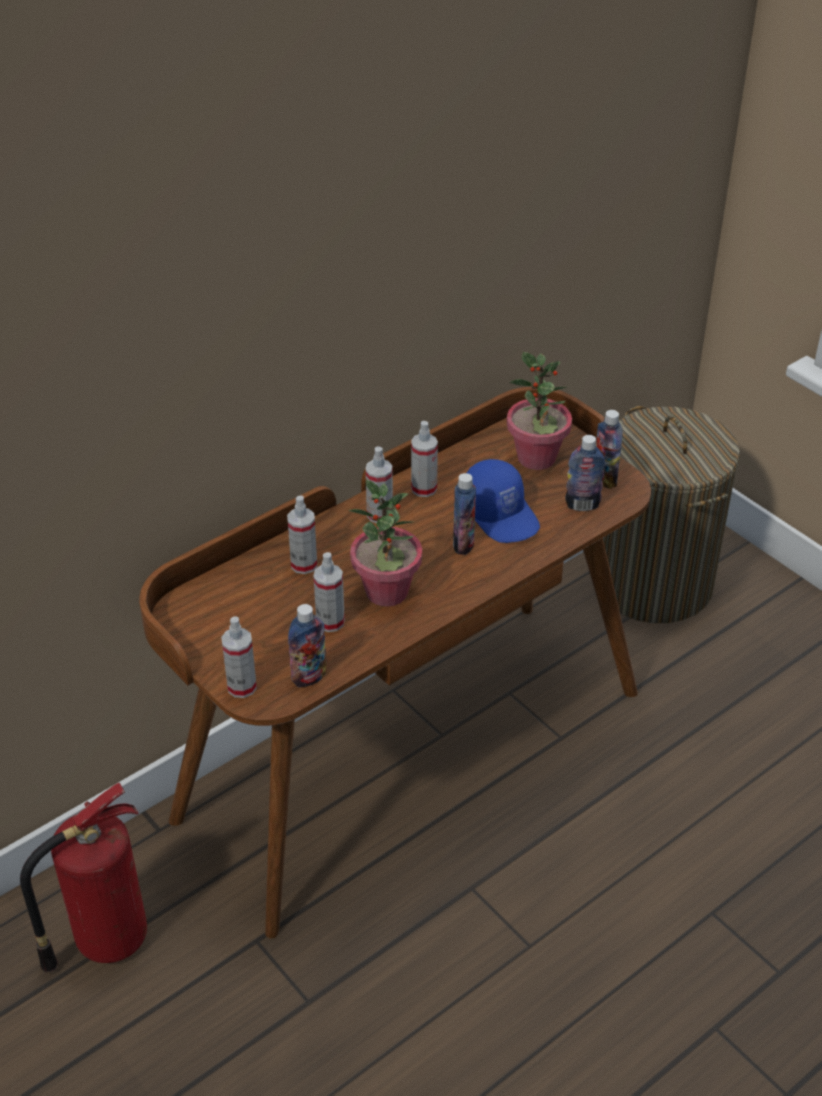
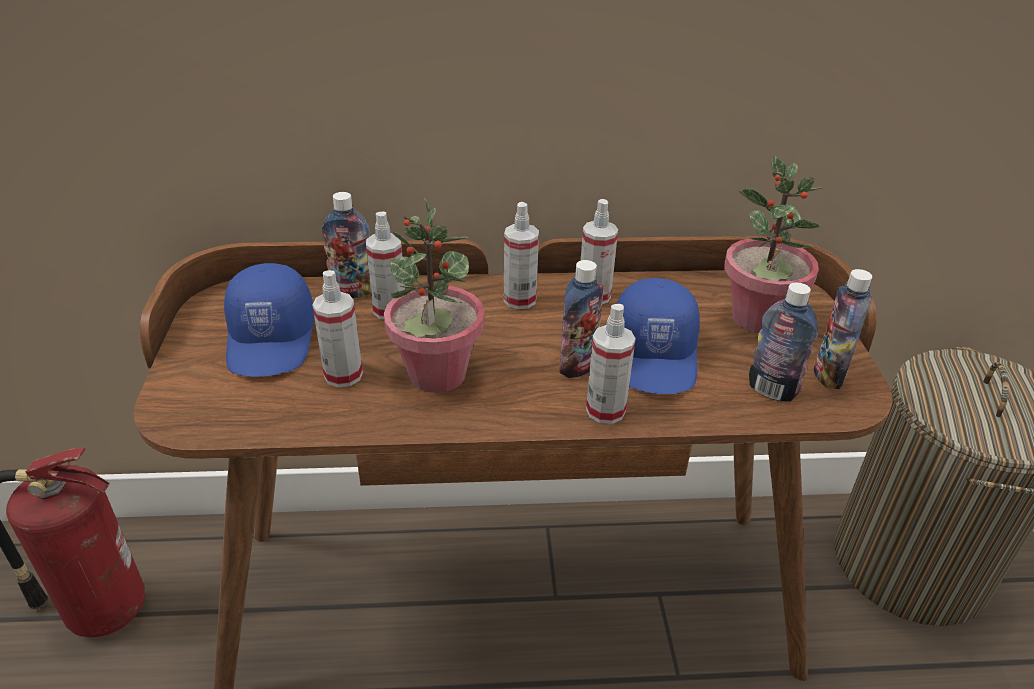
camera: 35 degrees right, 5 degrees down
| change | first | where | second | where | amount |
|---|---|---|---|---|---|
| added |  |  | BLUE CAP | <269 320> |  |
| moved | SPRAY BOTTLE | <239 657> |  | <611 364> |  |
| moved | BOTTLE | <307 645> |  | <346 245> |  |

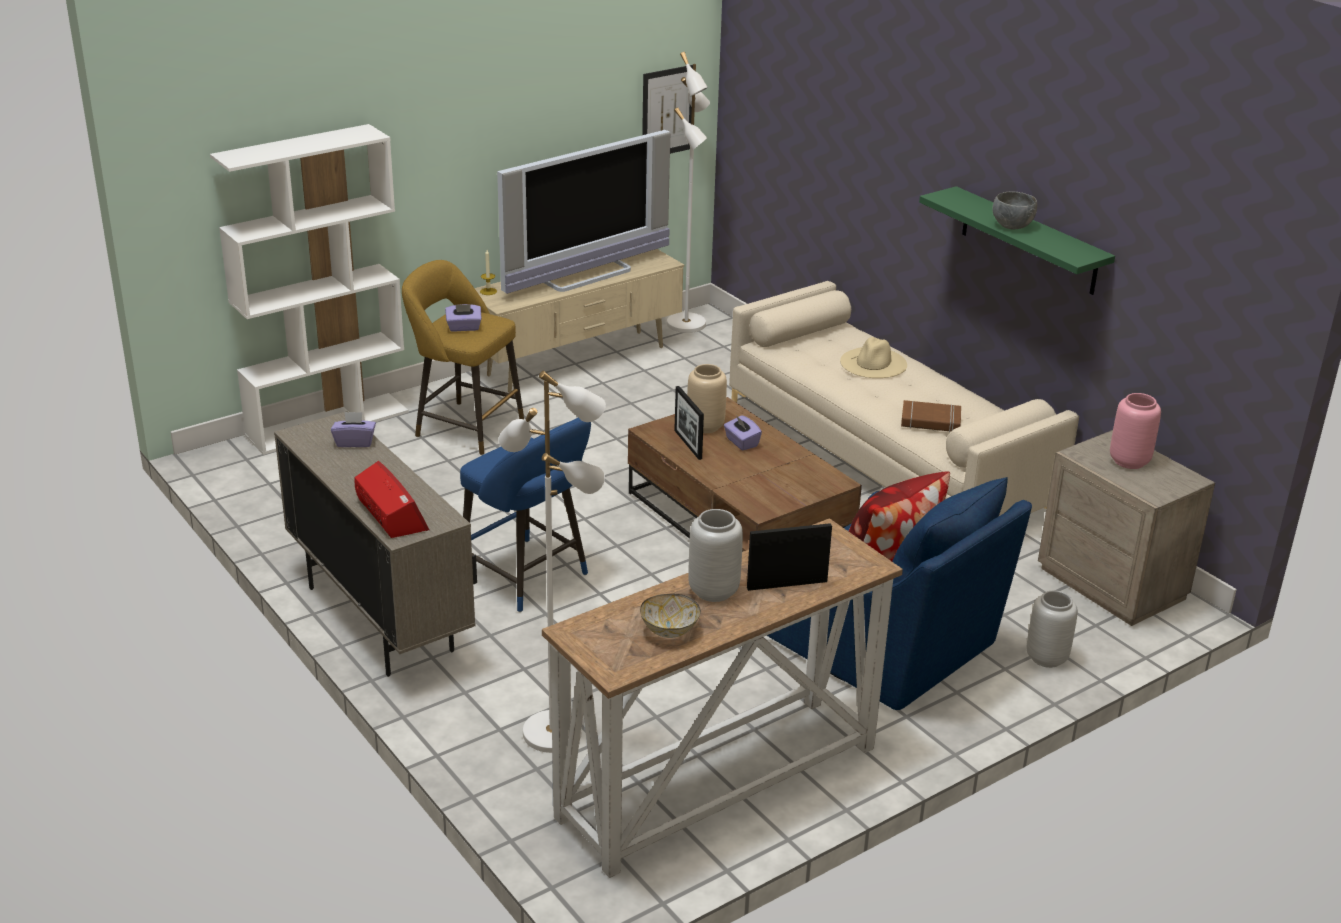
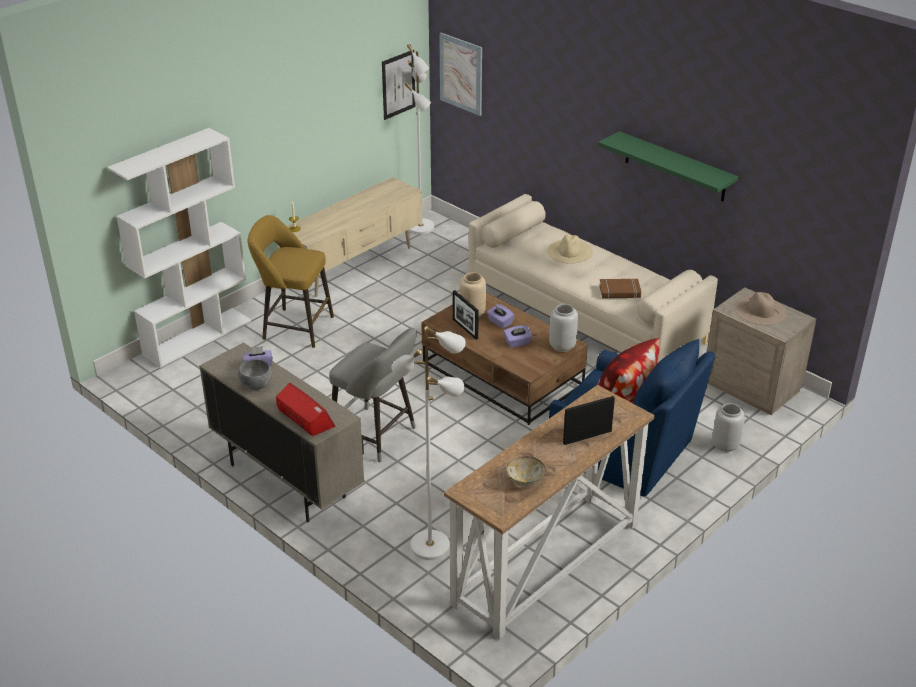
camera: 10 degrees left, 5 degrees up
| change | first | where | second | where | amount |
|---|---|---|---|---|---|
| removed | TELEVISION | <583 212> |  |  |  |
| added |  |  | PICTURE | <460 74> |  |
| moved | PURPLE TISSUE BOX | <463 317> |  | <518 336> |  |
| moved | GREY VASE | <715 555> |  | <563 328> |  |
| moved | GREY BOWL | <1014 210> |  | <255 374> |  |
| replaced | PINK VASE | <1135 431> | BEIGE HAT | <761 308> |  |
| recoloured | BLUE STOOL | <525 515> | GREY STOOL | <373 395> |  |

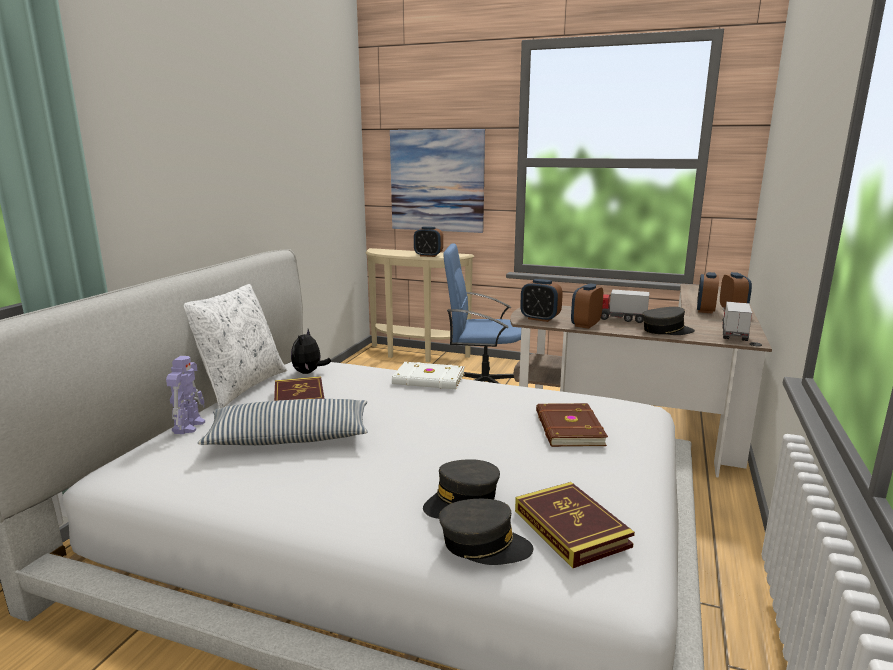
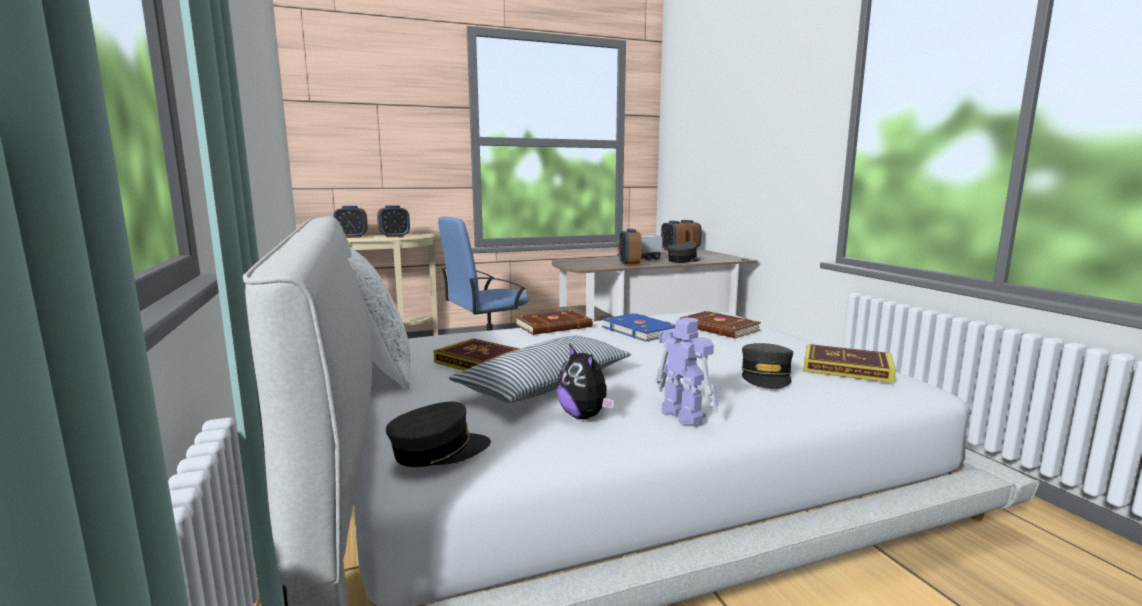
camera: 40 degrees left, 5 degrees down
| change | first | where | second | where | amount |
|---|---|---|---|---|---|
| removed | PICTURE | <437 181> |  |  |  |
| removed | TOY TRUCK | <737 321> |  |  |  |
| added |  |  | BLUE BOOK | <638 327> |  |
| moved | TOY ROBOT | <185 395> |  | <687 371> |  |
| moved | PLUSH TOY | <311 351> |  | <585 381> |  |
| moved | GREY CAP | <486 532> |  | <438 434> |  |
| moved | ALARM CLOCK | <541 300> |  | <350 222> |  |
| recoloured | WHITE BOOK | <428 375> | BROWN BOOK | <554 322> |  |

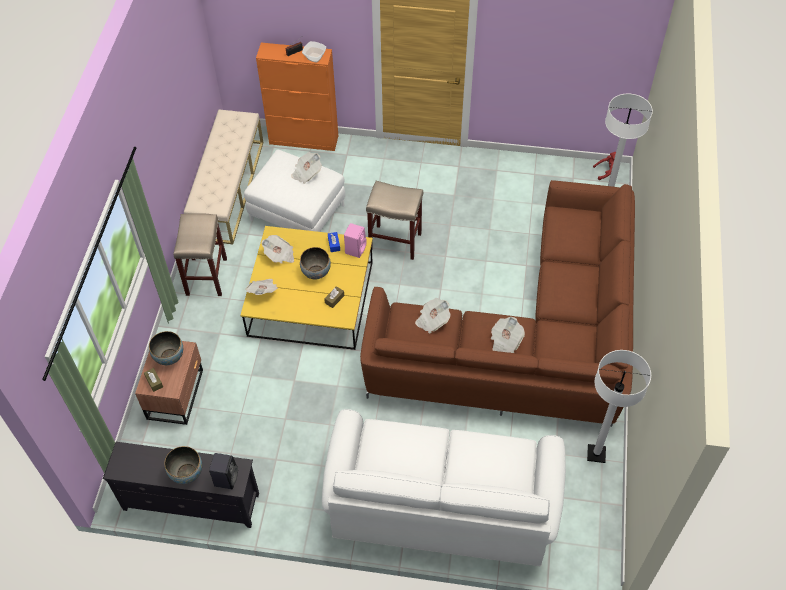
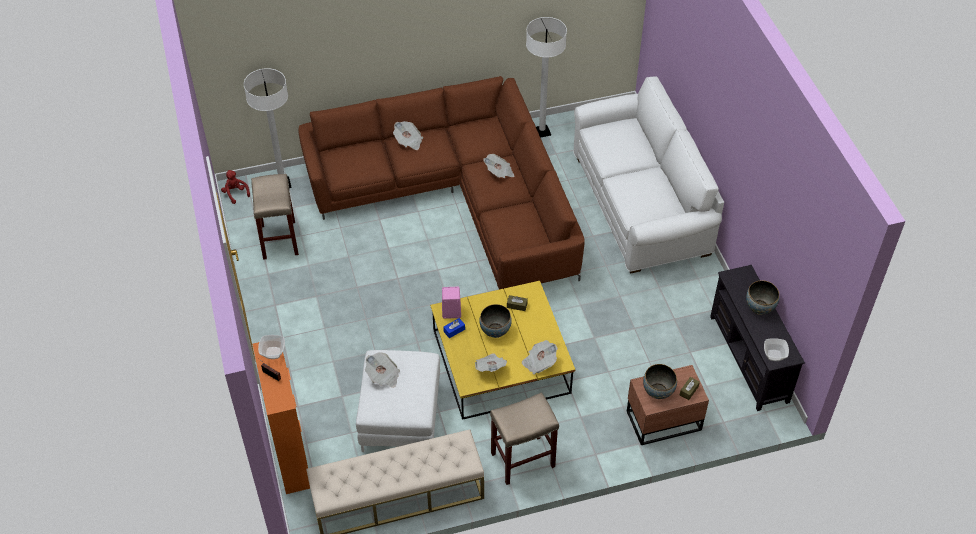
camera: 115 degrees left, 5 degrees down
| change | first | where | second | where | amount |
|---|---|---|---|---|---|
| removed | BLACK SPEAKER | <223 471> |  |  |  |
| added |  |  | BOWL | <776 349> |  |
| moved | BEIGE STOOL | <394 220> |  | <275 217> |  |
| moved | NEWSPAPER | <432 315> |  | <408 135> |  |

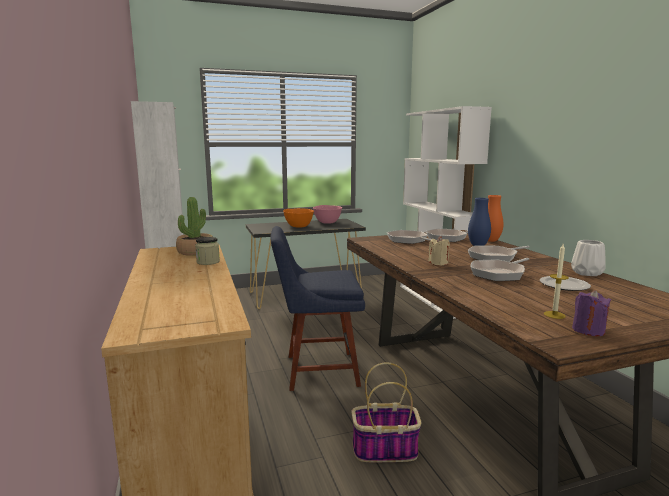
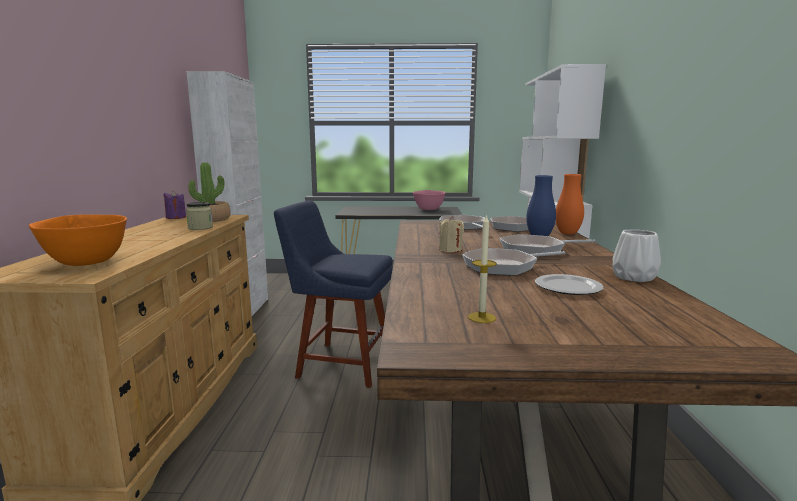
camera: 20 degrees right, 0 degrees up
| change | first | where | second | where | amount |
|---|---|---|---|---|---|
| removed | BASKET | <386 412> |  |  |  |
| moved | ORANGE BOWL | <298 218> |  | <78 240> |  |
| moved | PURPLE CANDLE | <591 313> |  | <174 204> |  |

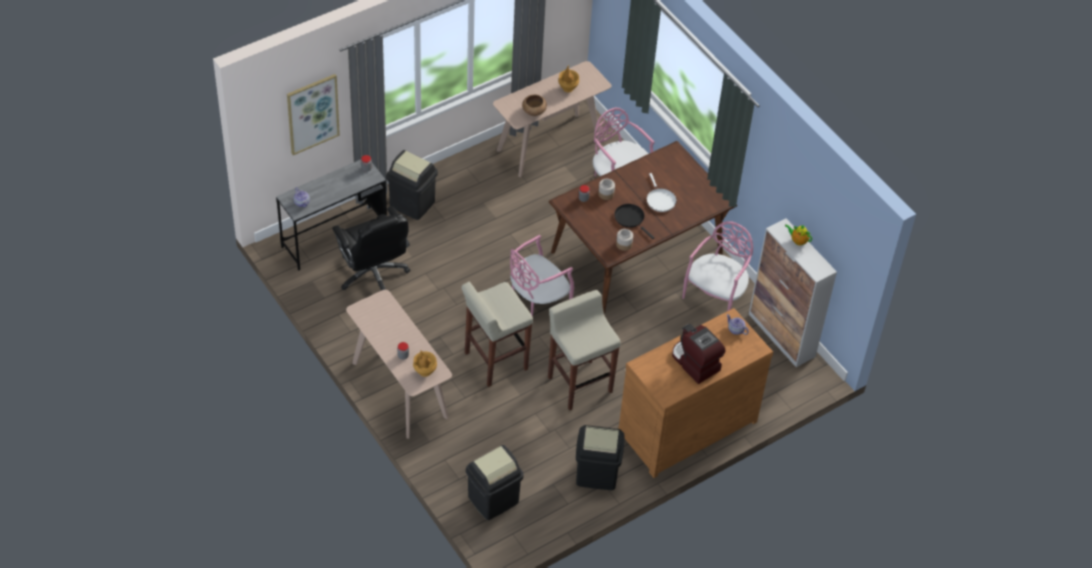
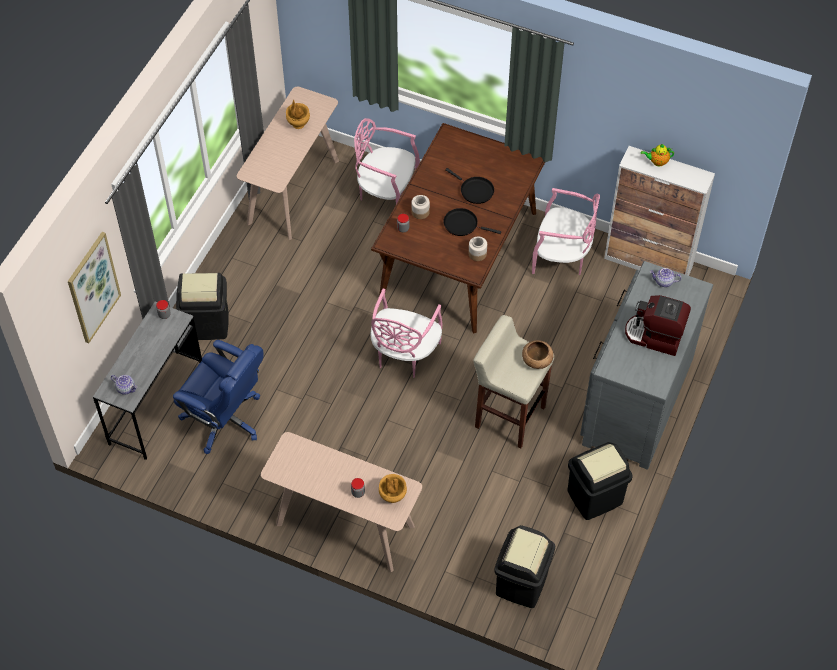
camera: 30 degrees left, 5 degrees up
| change | first | where | second | where | amount |
|---|---|---|---|---|---|
| removed | BEIGE STOOL | <497 334> |  |  |  |
| moved | BROWN BOWL | <534 105> |  | <538 354> |  |
| recoloured | BLACK OFFICE CHAIR | <371 248> | BLUE OFFICE CHAIR | <218 397> |  |
| recoloured | BROWN DRESSER | <696 393> | GREY DRESSER | <646 365> |  |
| recoloured | WHITE FRYING PAN | <661 192> | BLACK FRYING PAN | <469 186> |  |
| turned | PINK CHAIR | <717 266> |  | <566 231> | 105 degrees clockwise |

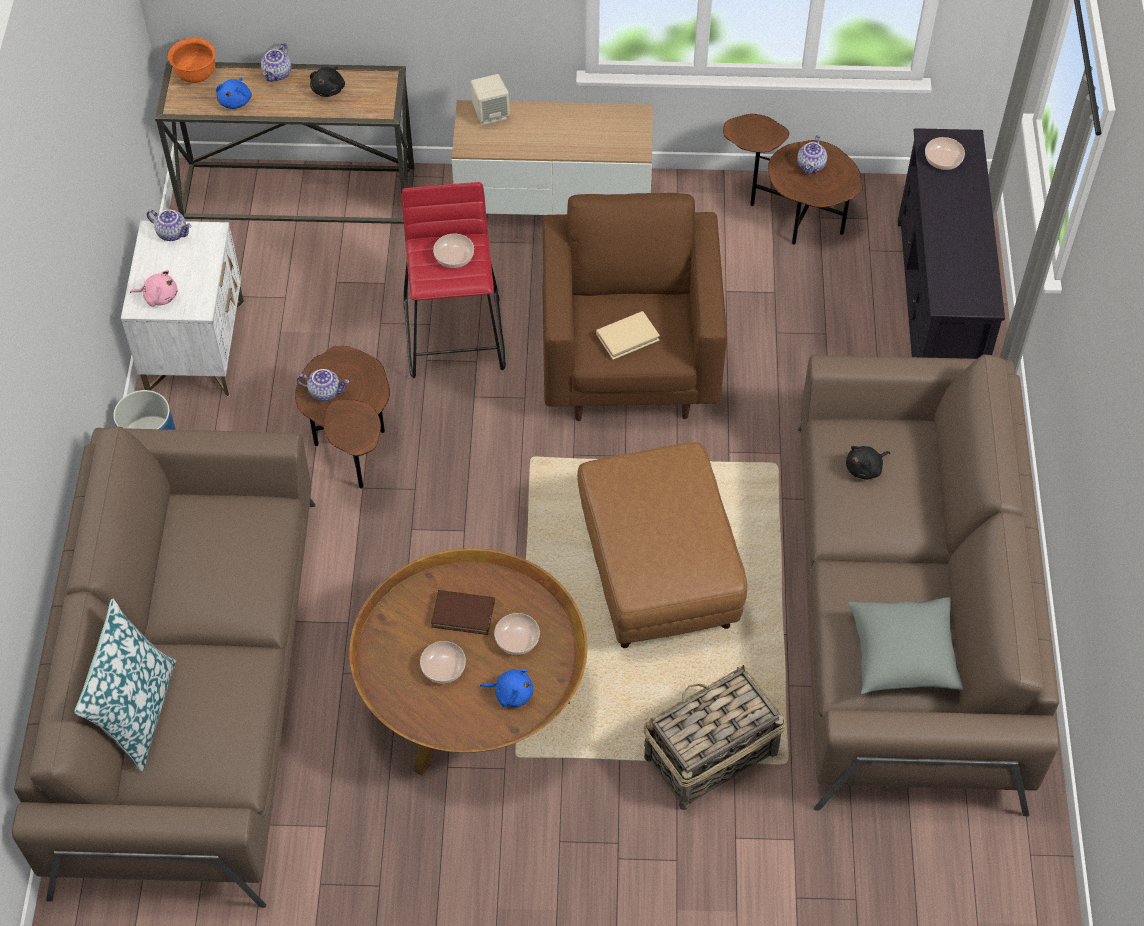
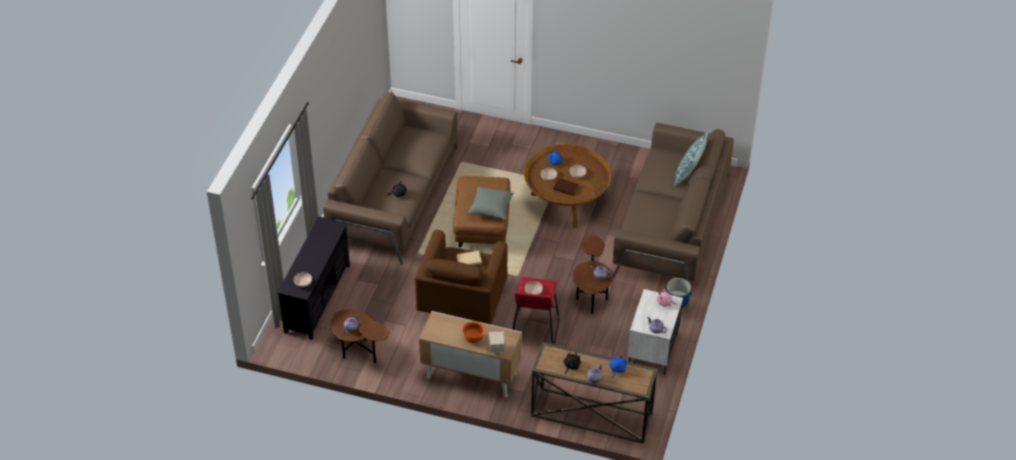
camera: 165 degrees left, 10 degrees down
| change | first | where | second | where | amount |
|---|---|---|---|---|---|
| removed | BASKET | <715 737> |  |  |  |
| moved | ORANGE BOWL | <192 60> |  | <473 332> |  |
| moved | GREY PILLOW | <905 645> |  | <491 203> |  |

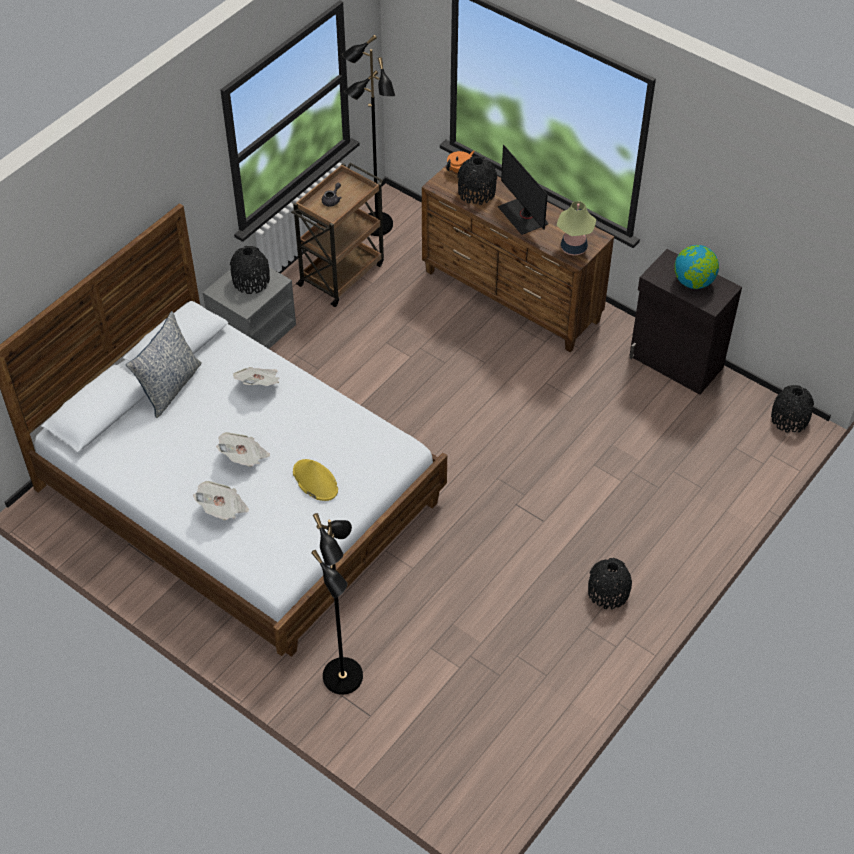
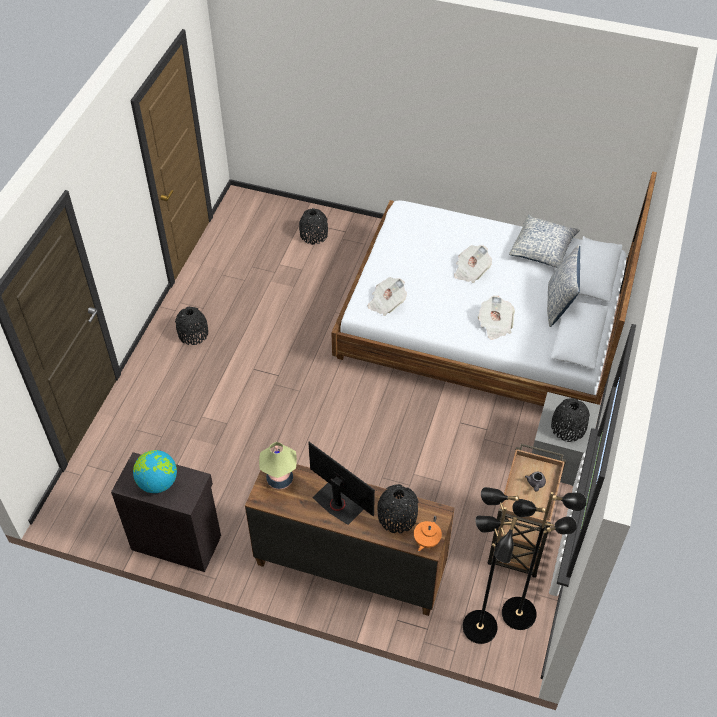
camera: 160 degrees right, 0 degrees up
| change | first | where | second | where | amount |
|---|---|---|---|---|---|
| removed | YELLOW HAT | <315 480> |  |  |  |
| added |  |  | PILLOW | <544 241> |  |
| moved | NEWSPAPER | <221 500> |  | <387 296> |  |
| moved | BLACK FLOOR LAMP | <337 604> |  | <491 565> |  |
| moved | BLACK VASE | <792 409> |  | <313 226> |  |

